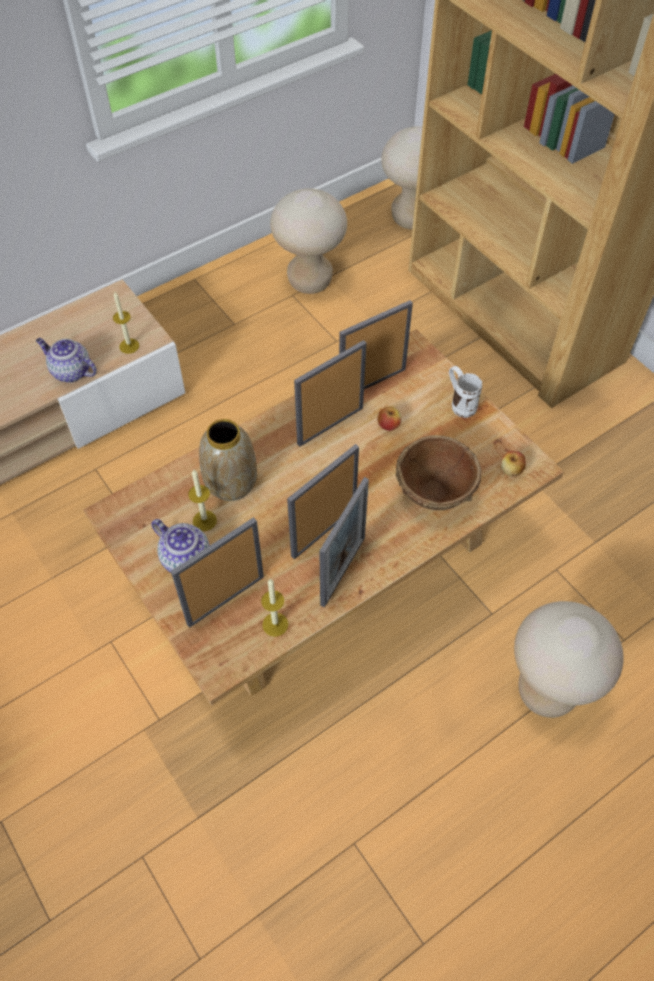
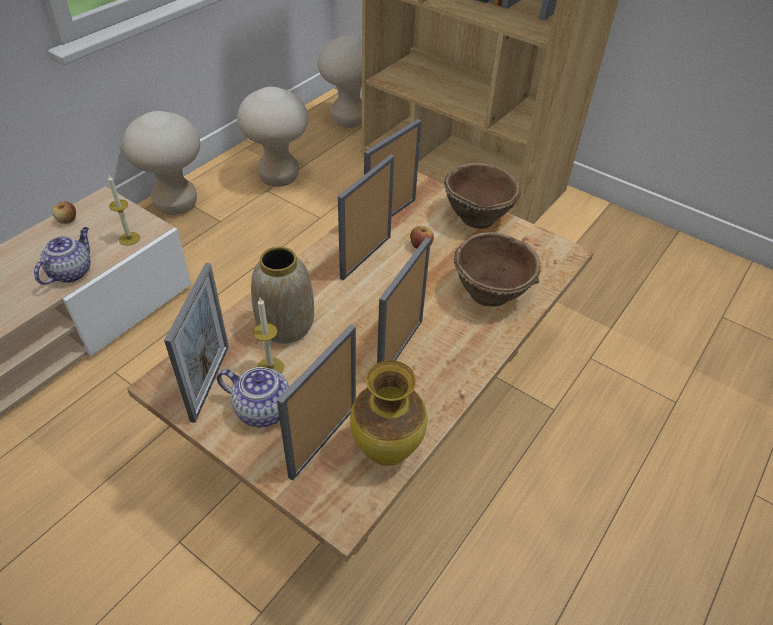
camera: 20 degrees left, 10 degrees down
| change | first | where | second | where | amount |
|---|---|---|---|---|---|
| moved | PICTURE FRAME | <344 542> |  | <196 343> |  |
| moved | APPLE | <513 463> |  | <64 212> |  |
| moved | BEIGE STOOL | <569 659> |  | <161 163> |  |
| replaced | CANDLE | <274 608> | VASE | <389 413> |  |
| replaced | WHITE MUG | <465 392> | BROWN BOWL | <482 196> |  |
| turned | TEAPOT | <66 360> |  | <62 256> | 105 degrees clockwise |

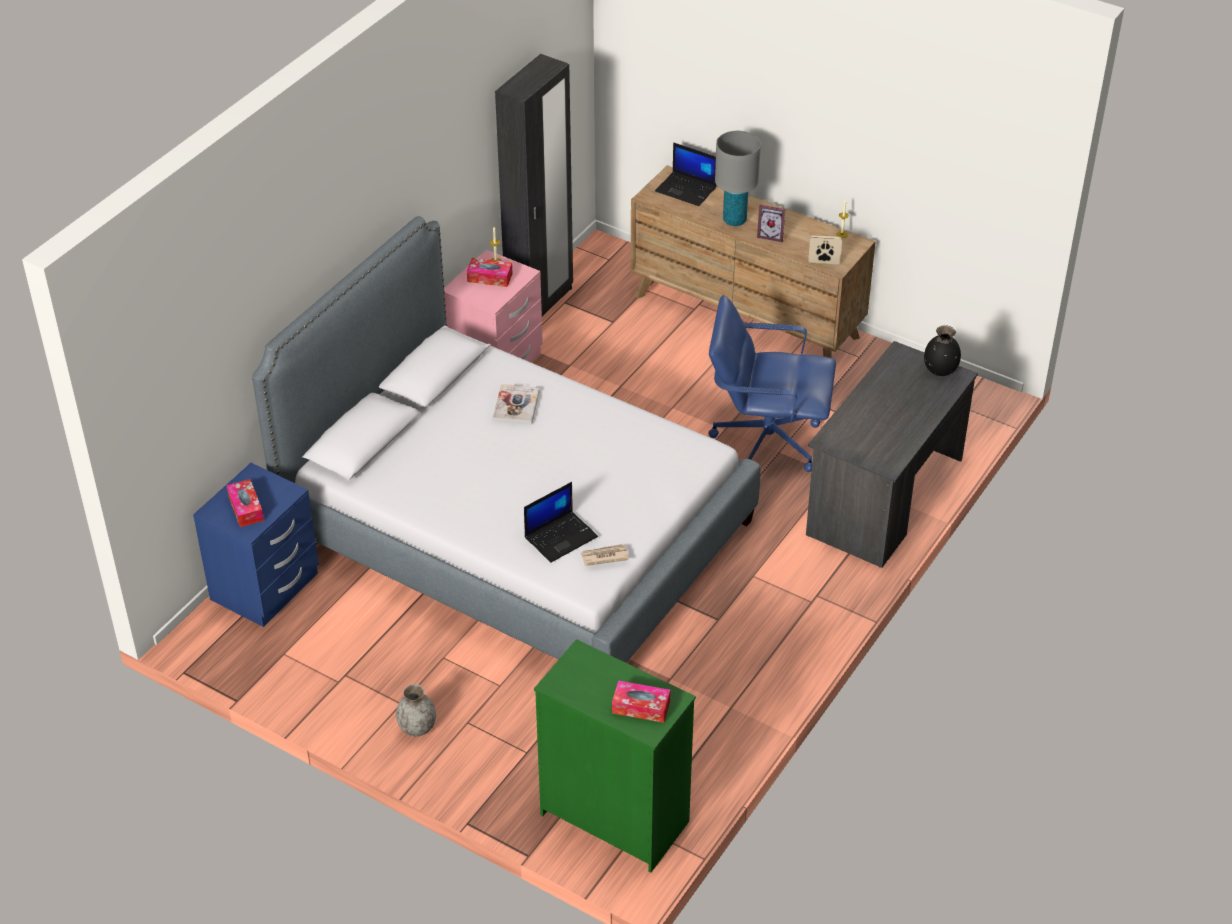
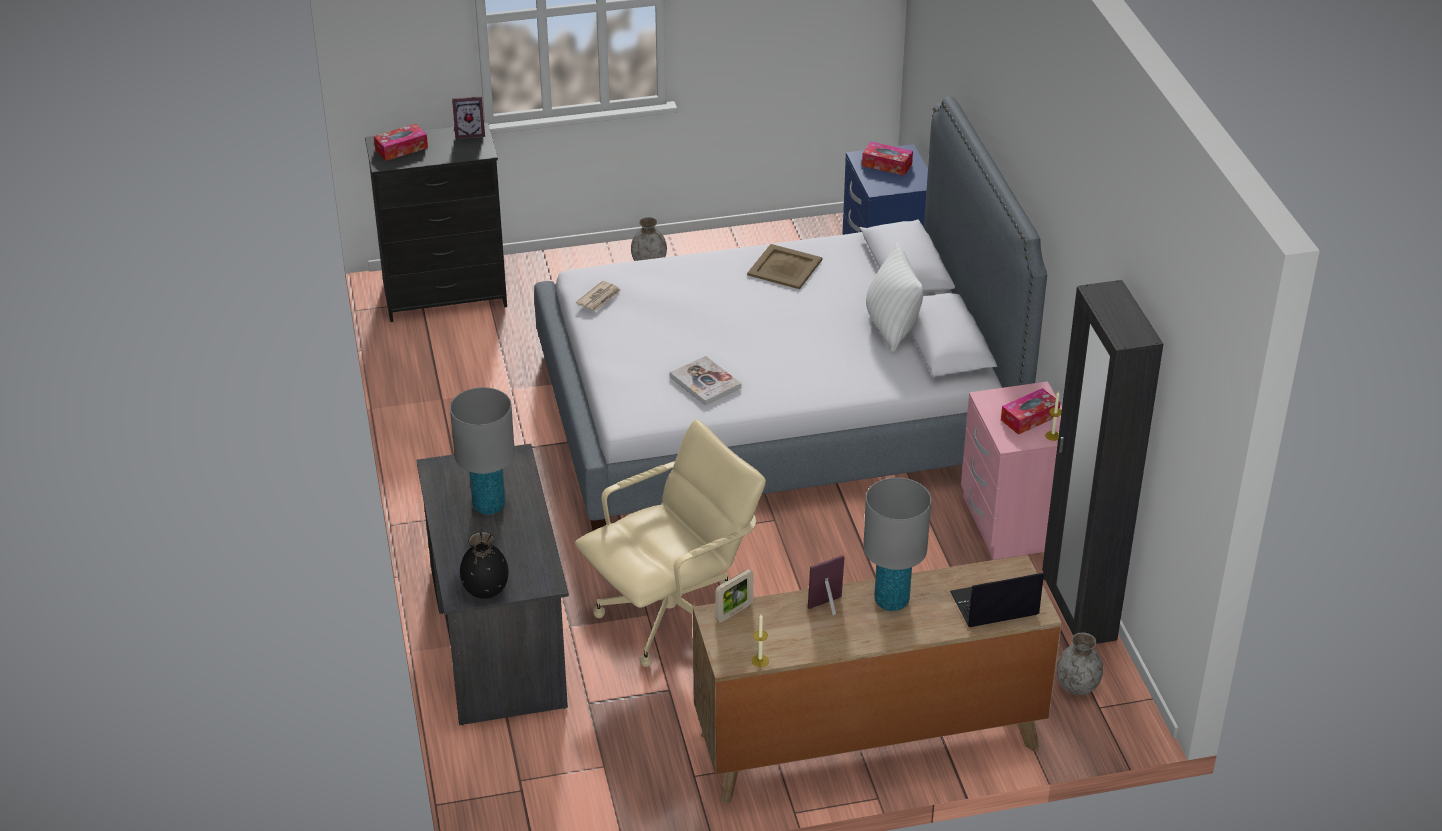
camera: 135 degrees right, 5 degrees down
| change | first | where | second | where | amount |
|---|---|---|---|---|---|
| removed | LAPTOP | <561 522> |  |  |  |
| added |  |  | GREY TABLE LAMP | <482 451> |  |
| added |  |  | PICTURE FRAME | <468 118> |  |
| added |  |  | BEIGE TRAY | <784 266> |  |
| added |  |  | WHITE PILLOW | <894 298> |  |
| added |  |  | GREY VASE | <1080 664> |  |
| moved | BOOK | <516 404> |  | <705 380> |  |
| recoloured | GREEN DRESSER | <615 756> | BLACK DRESSER | <436 222> |  |
| recoloured | BLUE OFFICE CHAIR | <772 383> | BEIGE OFFICE CHAIR | <670 543> |  |

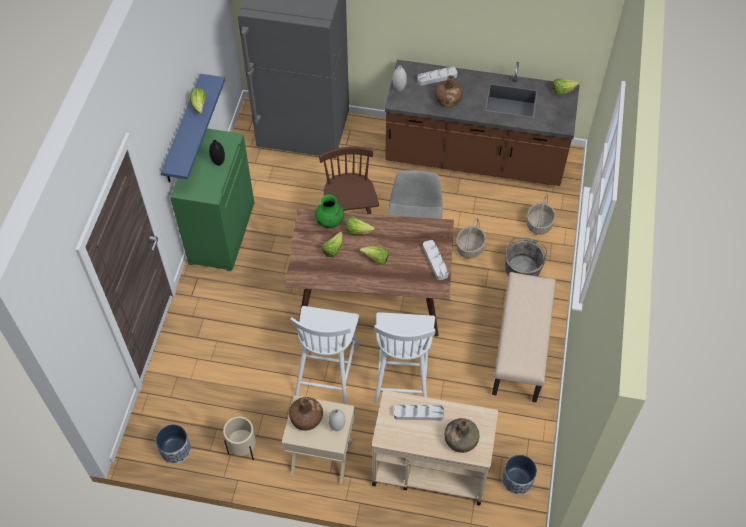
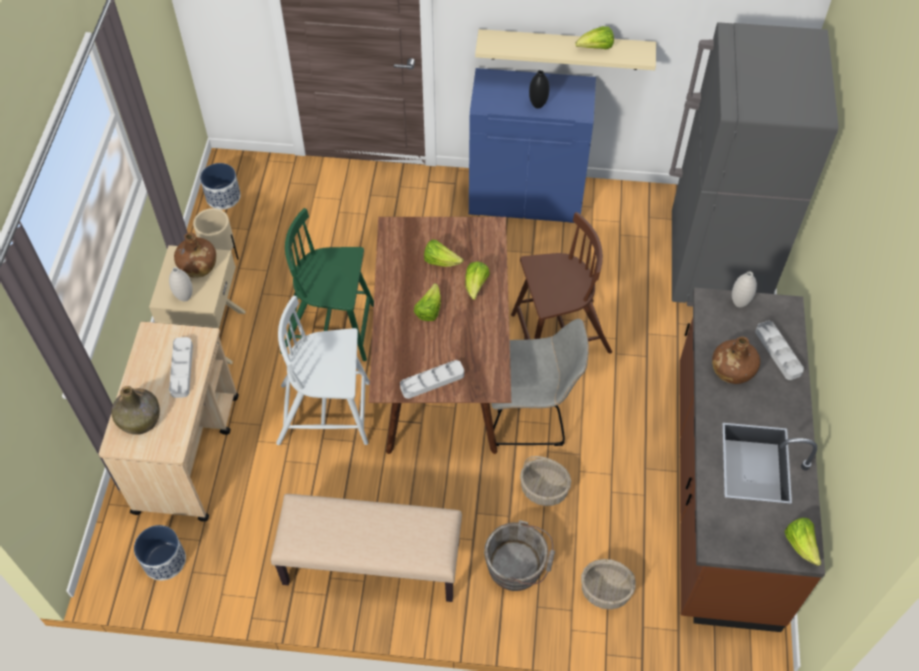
camera: 85 degrees right, 0 degrees up
| change | first | where | second | where | amount |
|---|---|---|---|---|---|
| removed | GREEN VASE | <329 211> |  |  |  |
| recoloured | BLUE SHELF | <193 128> | BEIGE SHELF | <565 49> |  |
| recoloured | GREEN CABINET | <212 199> | BLUE CABINET | <532 145> |  |
| recoloured | WHITE CHAIR | <325 355> | GREEN CHAIR | <327 284> |  |

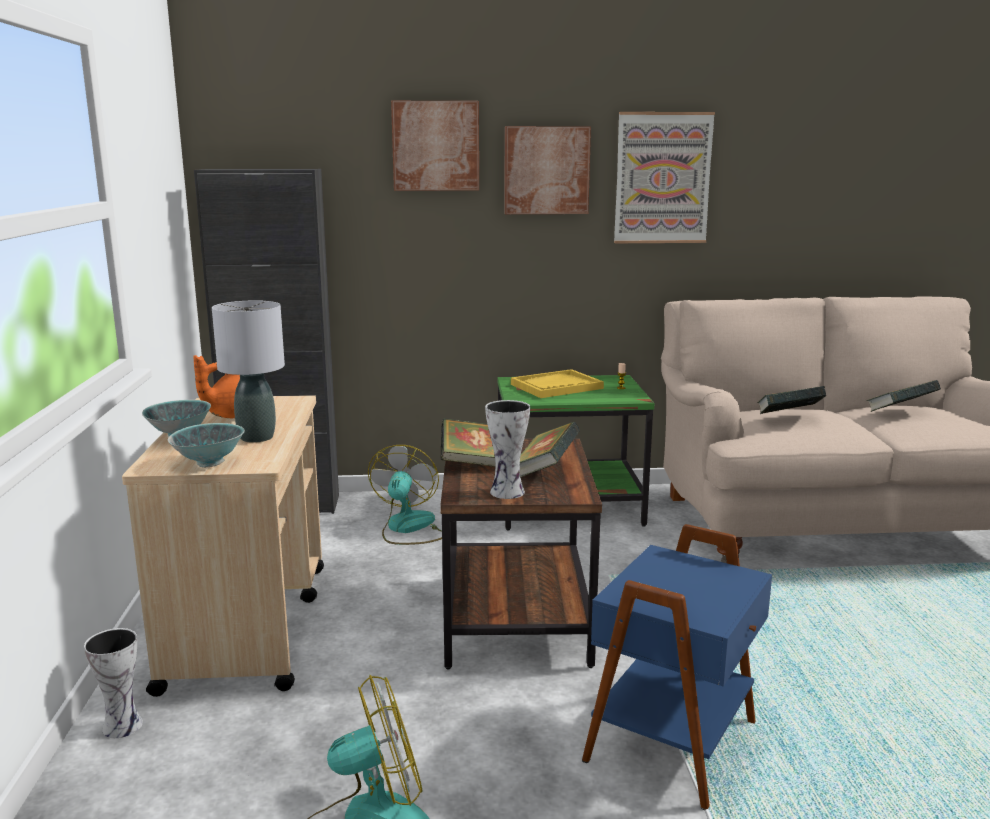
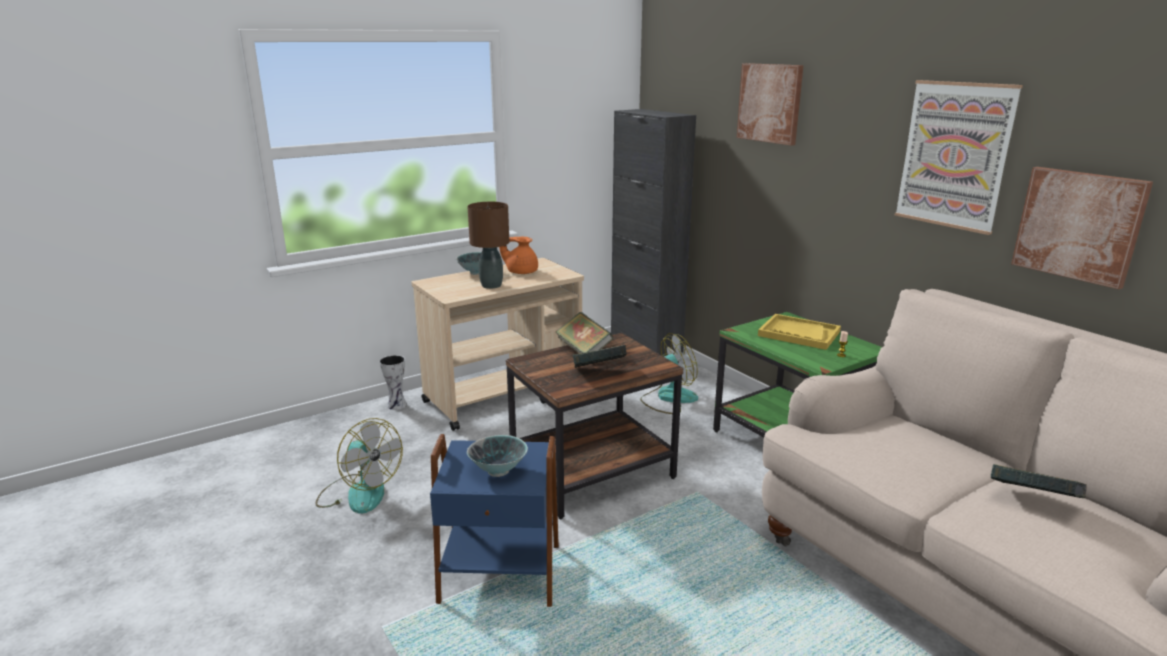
camera: 60 degrees right, 5 degrees up
| change | first | where | second | where | amount |
|---|---|---|---|---|---|
| removed | VASE | <507 449> |  |  |  |
| removed | BOOK | <791 400> |  |  |  |
| moved | BOWL | <206 445> |  | <497 456> |  |
| moved | PICTURE | <547 170> |  | <1082 228> |  |
| recoloured | GREY TABLE LAMP | <248 371> | BROWN TABLE LAMP | <488 245> |  |

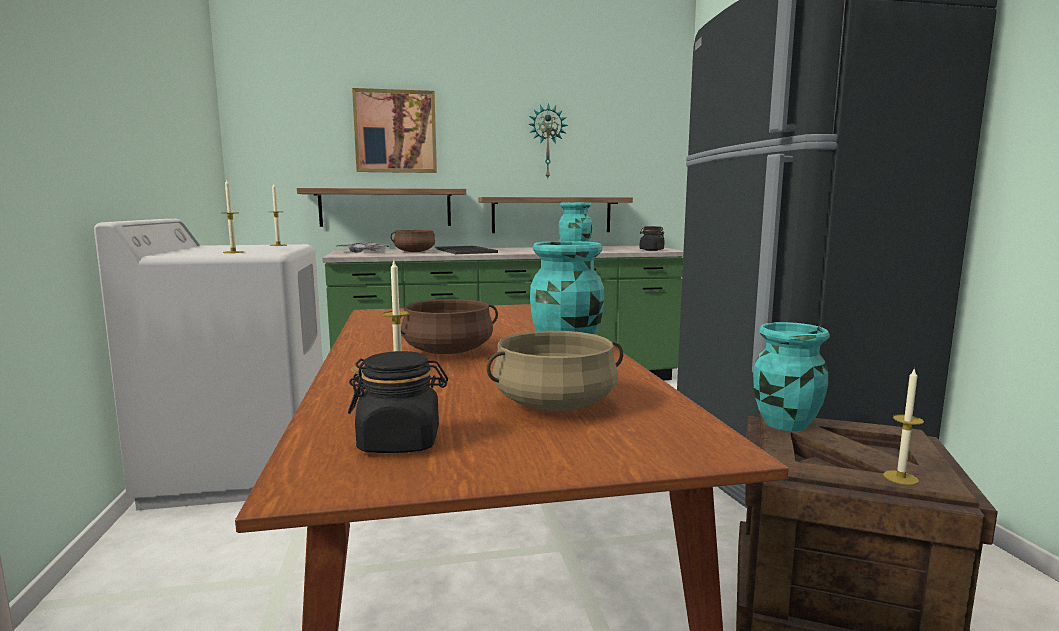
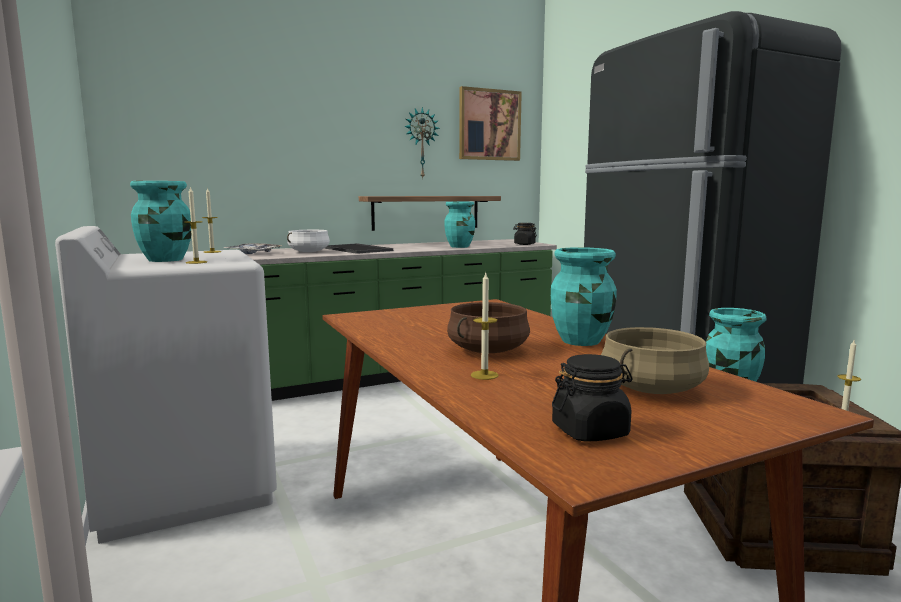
camera: 15 degrees left, 0 degrees up
| change | first | where | second | where | amount |
|---|---|---|---|---|---|
| removed | SHELF | <381 207> |  |  |  |
| added |  |  | TURQUOISE VASE | <160 221> |  |
| moved | PICTURE | <394 130> |  | <490 123> |  |
| recoloured | BROWN COOKING POT | <412 241> | WHITE COOKING POT | <308 241> |  |

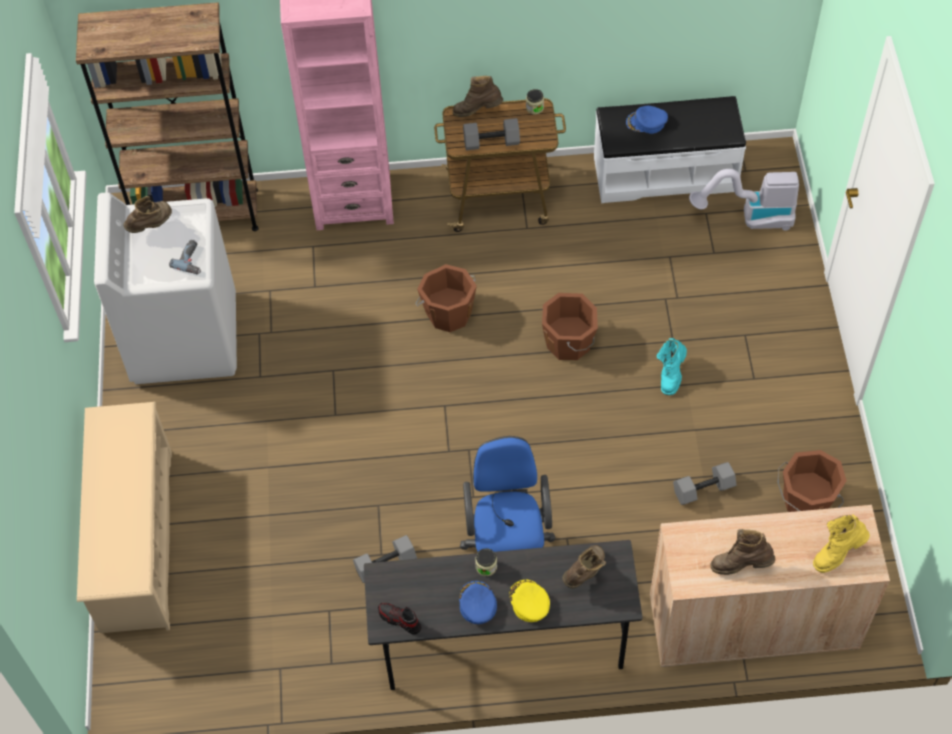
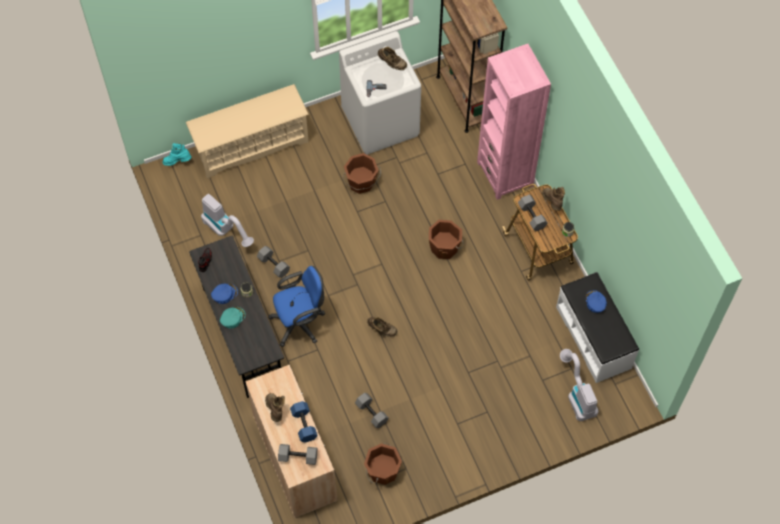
camera: 70 degrees right, 5 degrees up
| change | first | where | second | where | amount |
|---|---|---|---|---|---|
| added |  |  | VACUUM CLEANER | <227 220> |  |
| added |  |  | BLUE DUMBBELL | <304 422> |  |
| moved | BROWN BUCKET | <570 326> |  | <362 173> |  |
| moved | BROWN BOOT | <584 566> |  | <382 327> |  |
| moved | TURQUOISE BOOT | <671 366> |  | <177 154> |  |
| replaced | YELLOW BOOT | <841 543> | GREY DUMBBELL | <297 454> |  |
| recoloured | YELLOW CAP | <529 601> | TURQUOISE CAP | <233 318> |  |

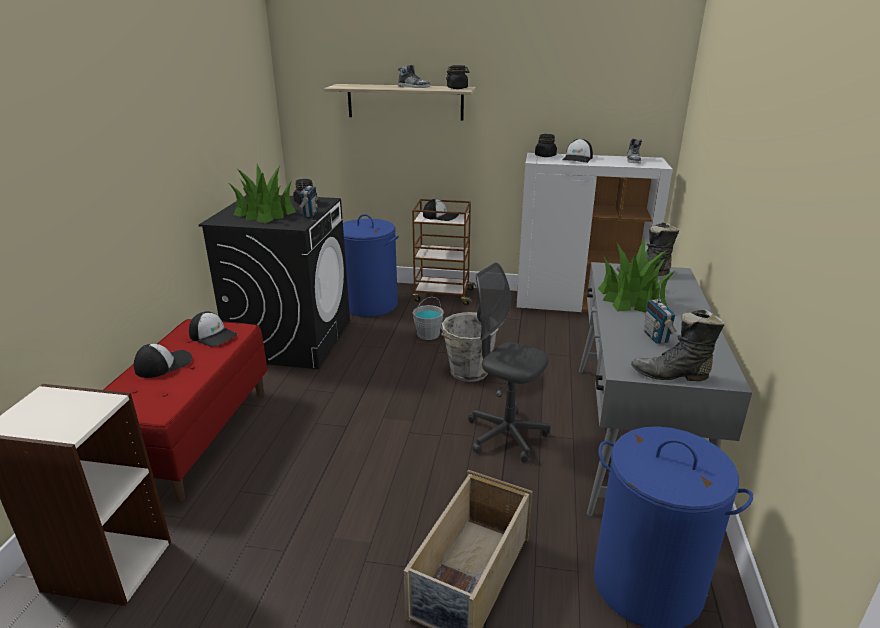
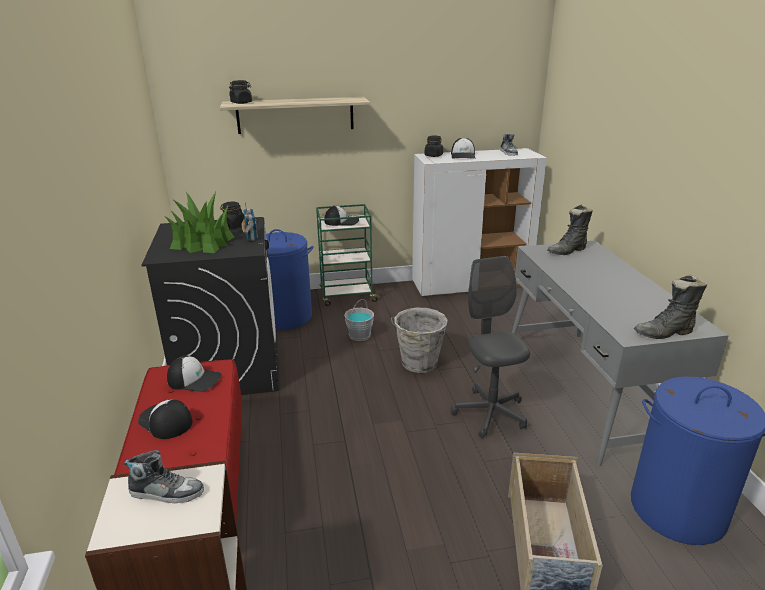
camera: 20 degrees left, 0 degrees up
| change | first | where | second | where | amount |
|---|---|---|---|---|---|
| removed | POTTED PLANT | <637 276> |  |  |  |
| removed | RADIO | <660 313> |  |  |  |
| moved | SHOE | <414 76> |  | <163 476> |  |
| moved | BLACK JAR | <457 77> |  | <240 92> |  |
| recoloured | BROWN CART | <444 252> | GREEN CART | <347 255> |  |
| turned | CAP | <163 361> |  | <165 419> | 75 degrees counterclockwise |
| turned | GREY OFFICE CHAIR | <509 362> |  | <490 347> | 60 degrees clockwise |

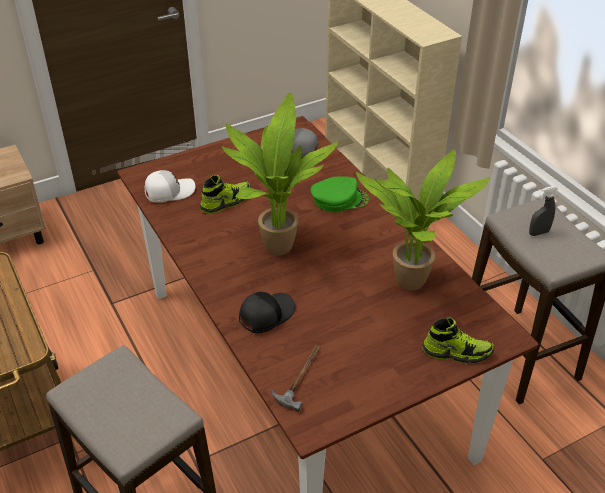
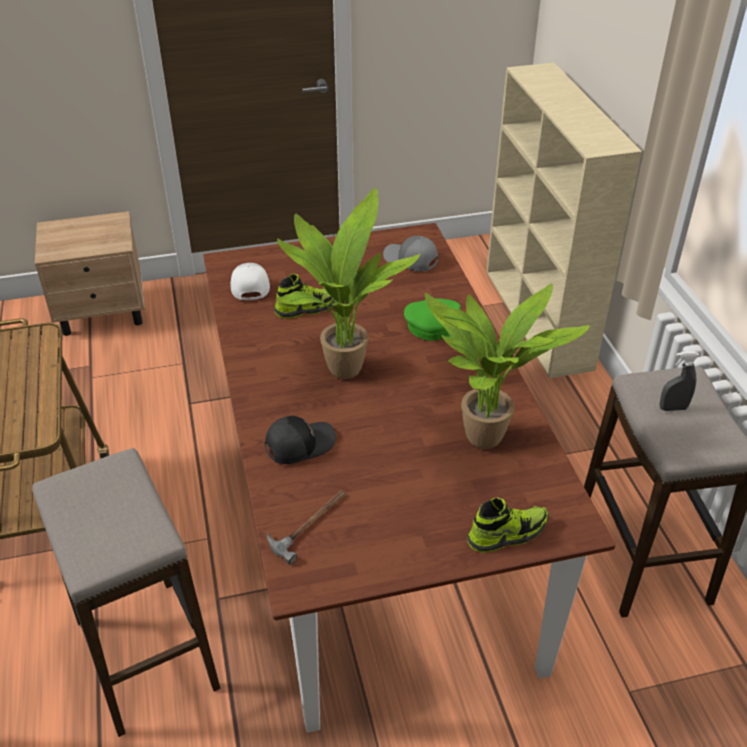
camera: 15 degrees right, 0 degrees up
| change | first | where | second | where | amount |
|---|---|---|---|---|---|
| turned | WHITE CAP | <169 186> |  | <250 281> | 90 degrees counterclockwise |
| turned | SHOE | <458 341> |  | <508 525> | 45 degrees counterclockwise |

